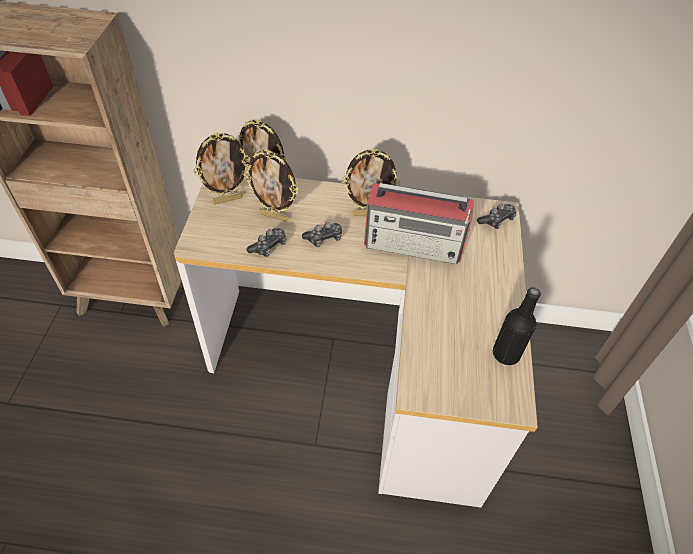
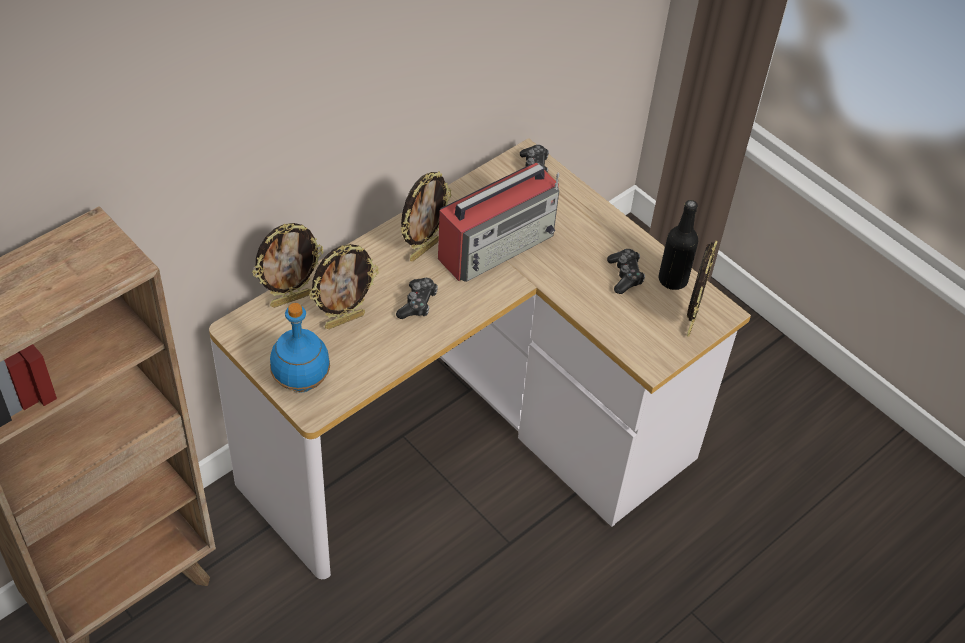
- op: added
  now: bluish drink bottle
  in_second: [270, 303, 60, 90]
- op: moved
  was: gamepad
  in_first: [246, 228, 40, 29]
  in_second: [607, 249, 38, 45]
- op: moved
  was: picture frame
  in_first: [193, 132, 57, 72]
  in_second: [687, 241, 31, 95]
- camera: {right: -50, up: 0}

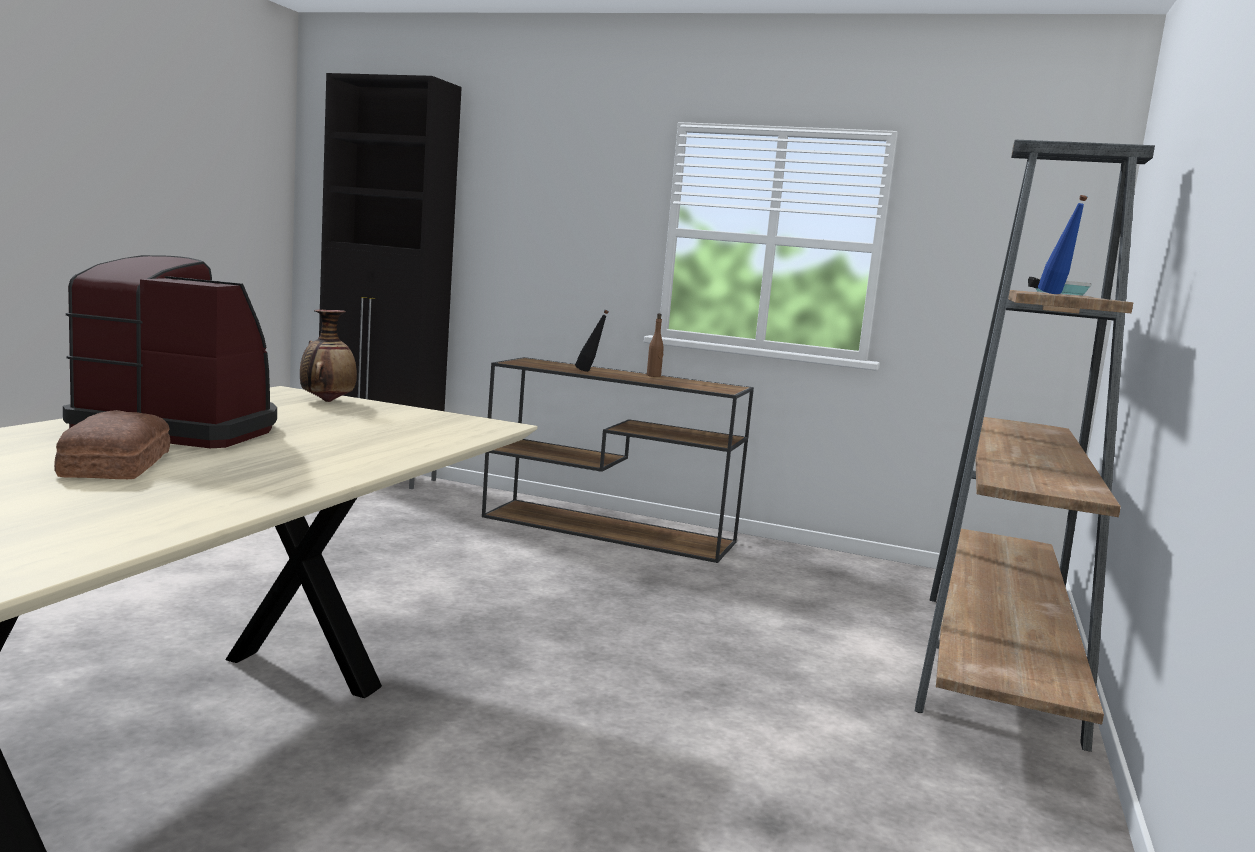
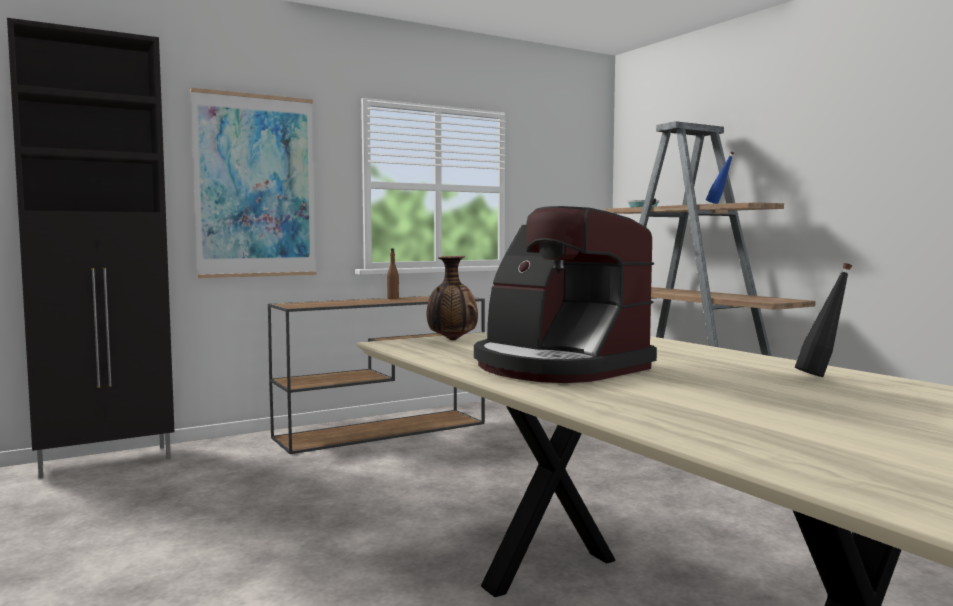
- op: added
  now: wall art
  in_second: [190, 88, 126, 190]
- op: turned
  was: coffee brewer
  in_first: [63, 255, 214, 193]
  in_second: [474, 206, 183, 177]
  clockwise: -90
- op: moved
  was: black drink bottle
  in_first: [575, 310, 34, 62]
  in_second: [795, 263, 57, 114]
- op: removed
  was: bakery bread
  in_first: [54, 410, 116, 69]
- camera: {right: -50, up: -5}

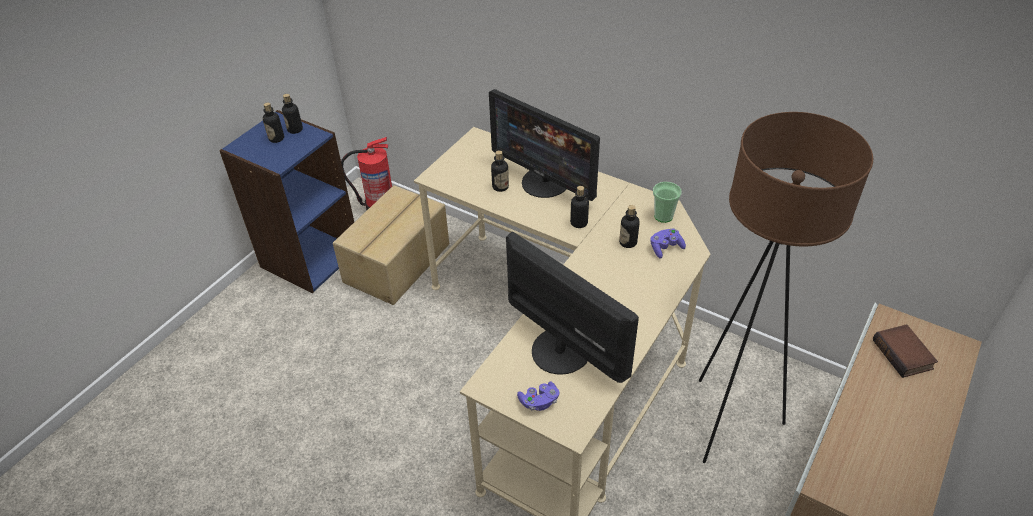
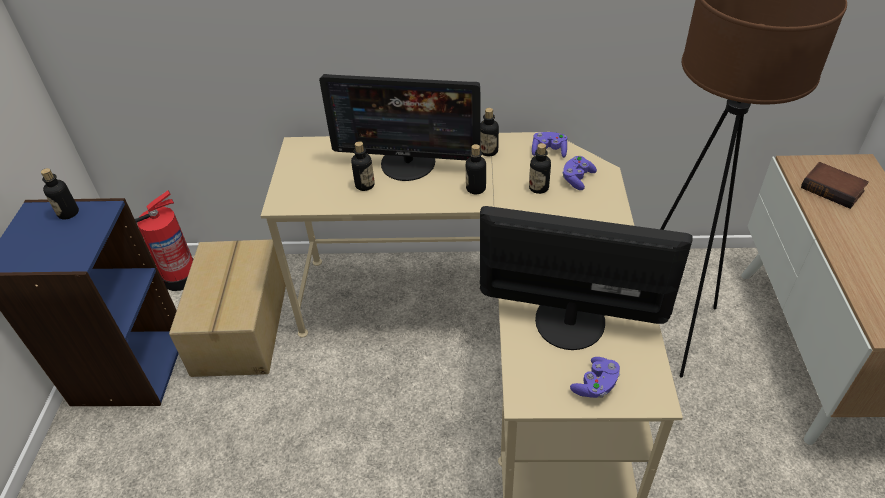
- op: moved
  was: drink bottle
  in_first: [263, 102, 21, 41]
  in_second: [480, 108, 19, 48]
- op: replaced
  was: small cup
  now: purple-coloured gamepad
  in_first: [653, 182, 29, 41]
  in_second: [532, 132, 35, 26]
- camera: {right: -30, up: 0}

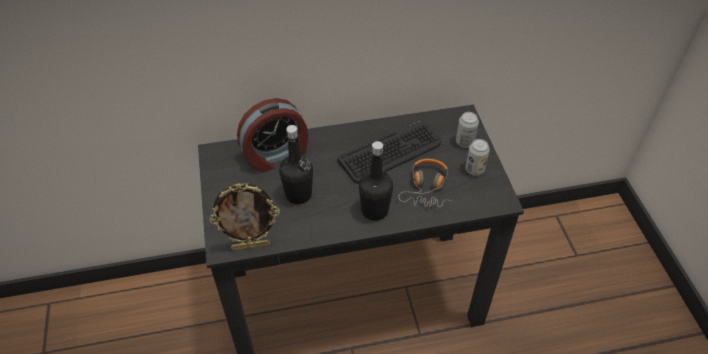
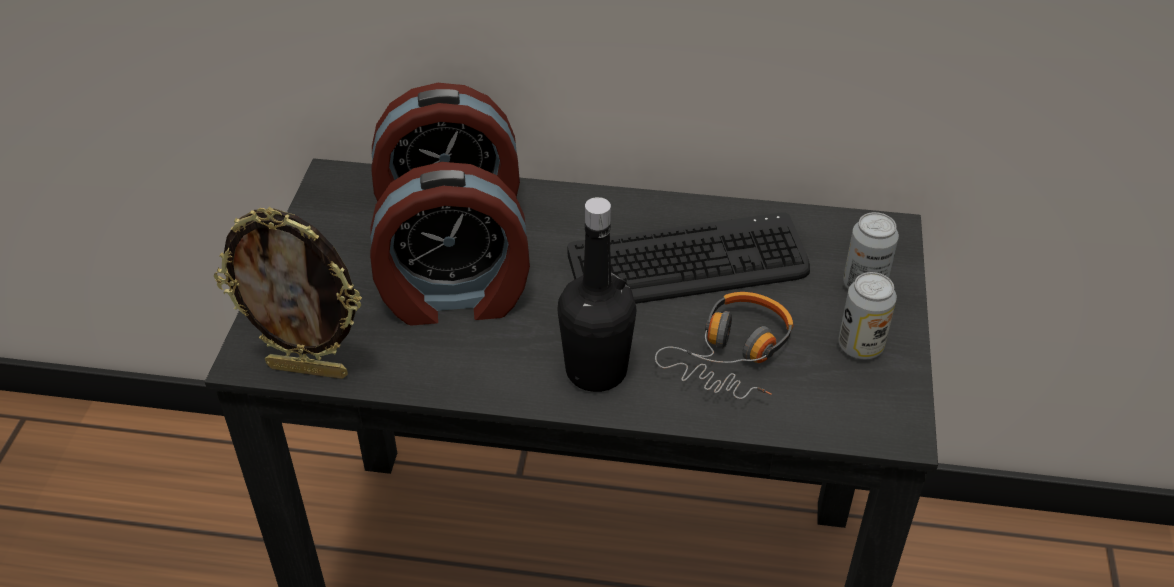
- op: replaced
  was: black drink bottle
  now: table clock
  in_first: [279, 125, 34, 79]
  in_second: [370, 162, 160, 164]
- camera: {right: 20, up: -5}

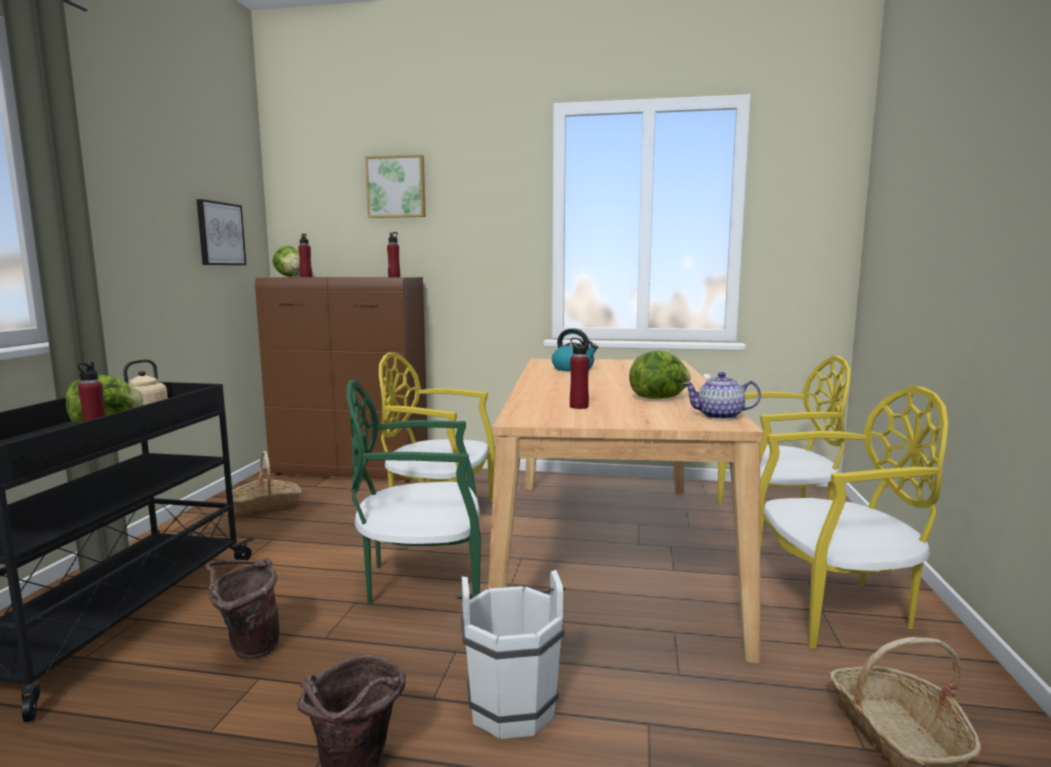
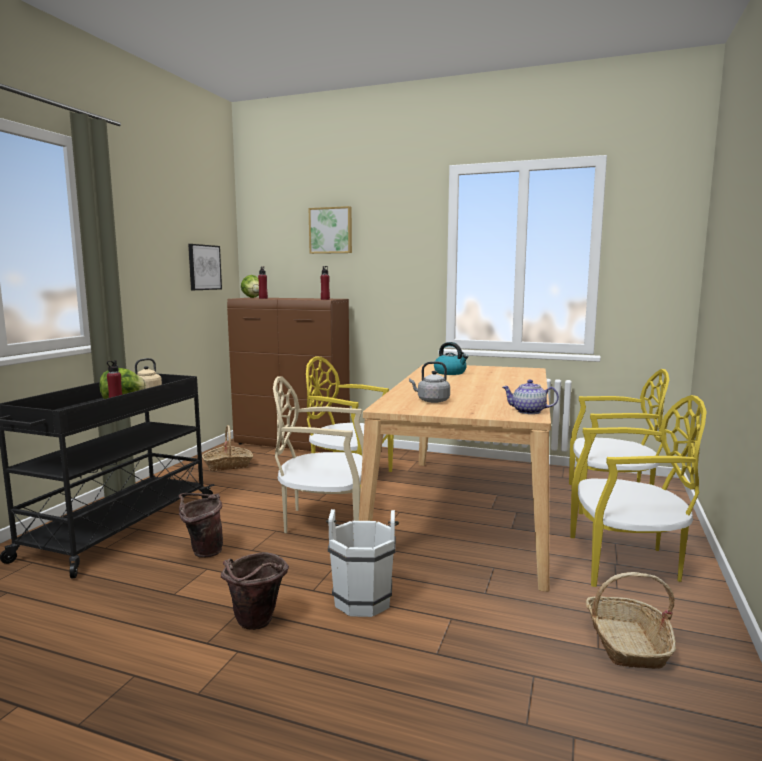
- op: recoloured
  was: green upright chair
  now: beige upright chair
  in_first: [346, 380, 135, 225]
  in_second: [273, 376, 91, 157]
- op: replaced
  was: reddish drink bottle
  now: gray tea kettle
  in_first: [570, 338, 19, 71]
  in_second: [409, 361, 41, 42]
- op: removed
  was: lettuce
  in_first: [629, 350, 61, 49]
- camera: {right: 10, up: 0}

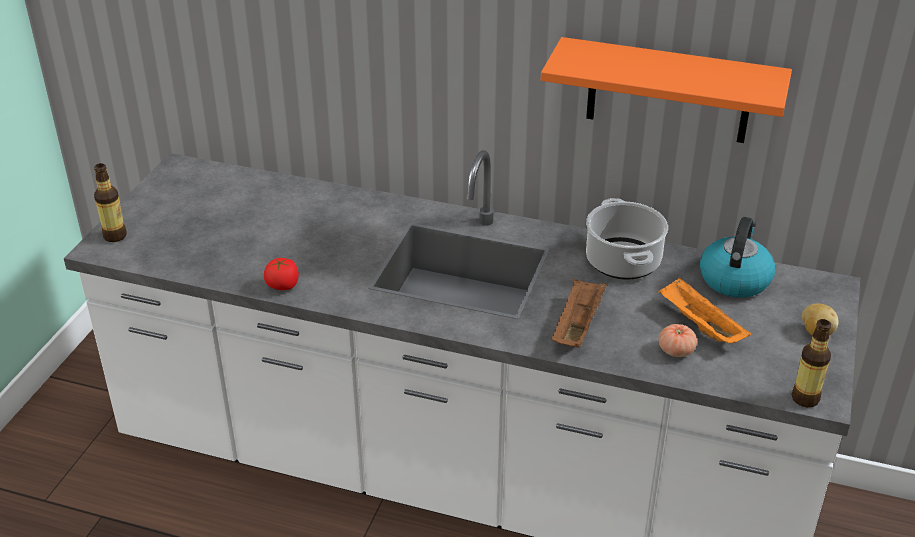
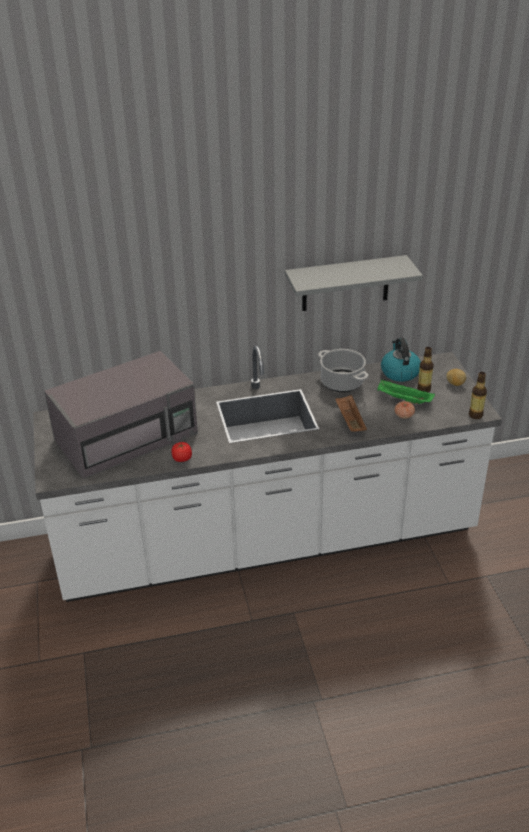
- op: added
  now: gray microwave oven
  in_second: [44, 351, 154, 128]
- op: recoloured
  was: orangey shelf
  now: gray shelf
  in_first: [541, 37, 251, 106]
  in_second: [285, 255, 138, 56]
- op: recoloured
  was: orangey tray
  now: green tray
  in_first: [658, 278, 93, 66]
  in_second: [378, 380, 57, 24]
- op: moved
  was: drink bottle
  in_first: [94, 163, 33, 79]
  in_second: [417, 347, 17, 45]
- camera: {right: -30, up: 0}

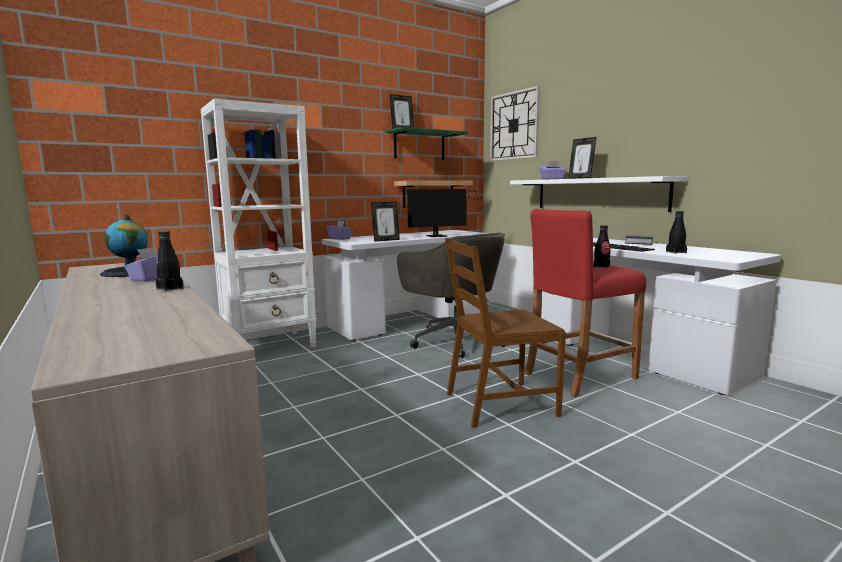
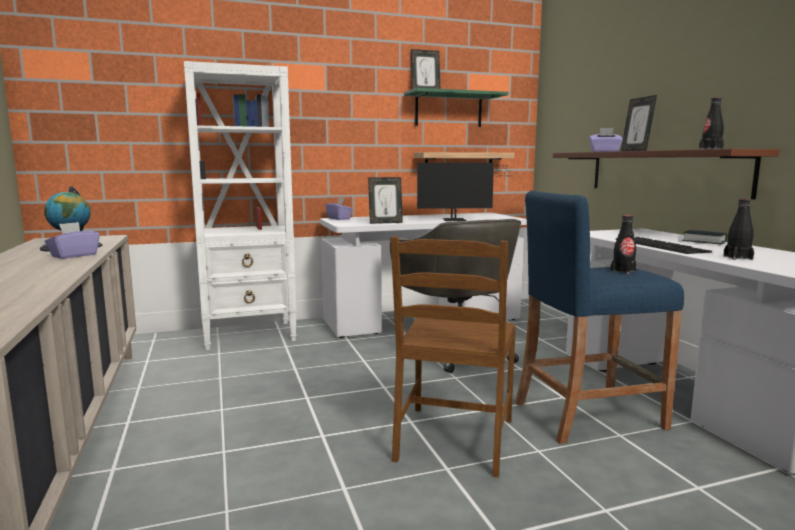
- op: turned
  was: brownish upright chair
  in_first: [445, 238, 121, 190]
  in_second: [390, 236, 126, 242]
  clockwise: -75
- op: recoloured
  was: reddish sitting stool
  now: bluish sitting stool
  in_first: [525, 209, 121, 188]
  in_second: [515, 190, 169, 254]
- op: recoloured
  was: whitish shelf
  now: brownish shelf
  in_first: [510, 176, 177, 36]
  in_second: [553, 149, 227, 50]
- op: moved
  was: black drink bottle
  in_first: [156, 231, 28, 61]
  in_second: [699, 98, 25, 51]
- op: removed
  was: wall clock
  in_first: [490, 86, 50, 75]
- camera: {right: 15, up: 0}

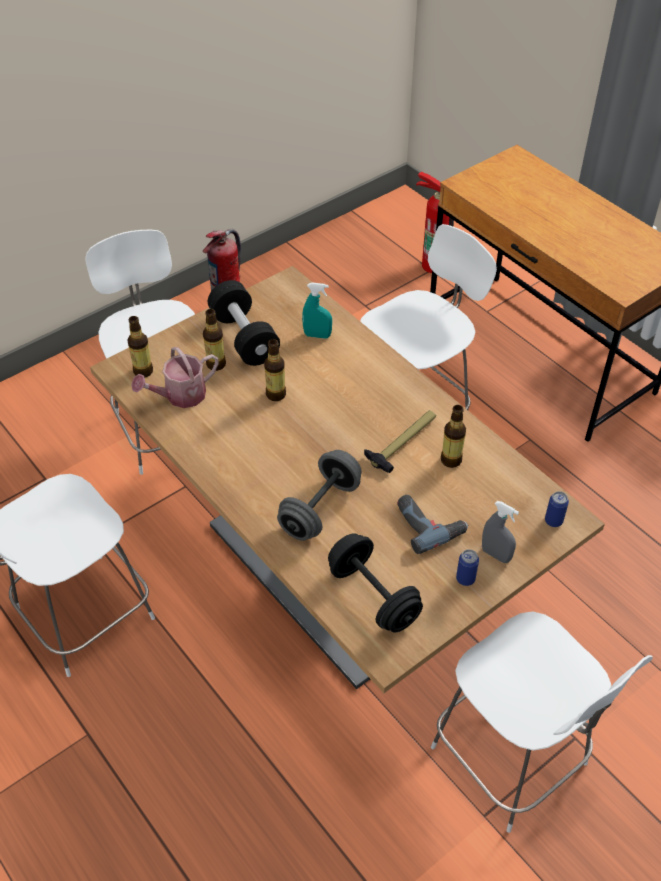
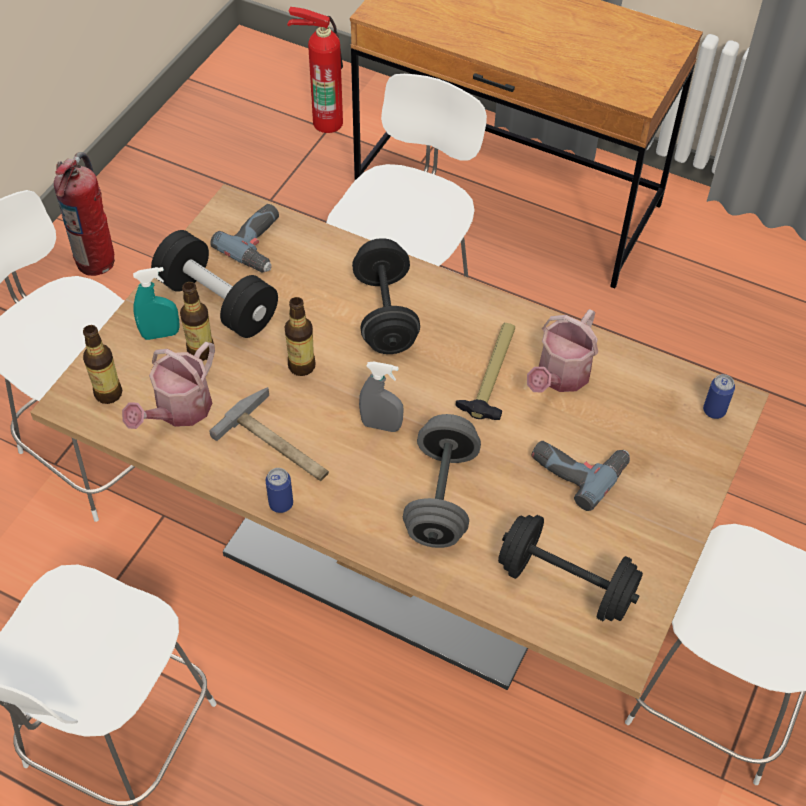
- op: moved
  was: turquoise hand sprayer
  in_first: [302, 282, 30, 57]
  in_second: [133, 267, 47, 73]
- op: added
  now: hand hammer
  in_second: [209, 387, 120, 94]
- op: added
  now: drill
  in_second: [210, 204, 69, 69]
- op: moved
  was: sealed can
  in_first: [456, 549, 23, 37]
  in_second: [266, 468, 27, 45]
- op: added
  now: black free weight
  in_second: [352, 238, 68, 116]
- op: moved
  was: gray hand sprayer
  in_first: [482, 501, 37, 62]
  in_second: [359, 361, 45, 71]
- op: replaced
  was: drink bottle
  now: sprinkling can
  in_first: [441, 405, 25, 63]
  in_second: [527, 309, 71, 83]
- camera: {right: -25, up: 5}

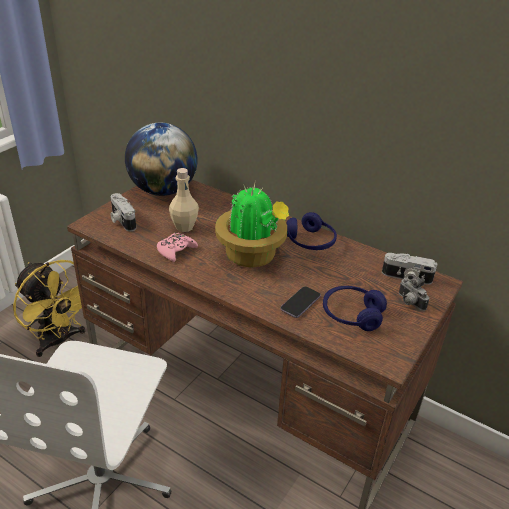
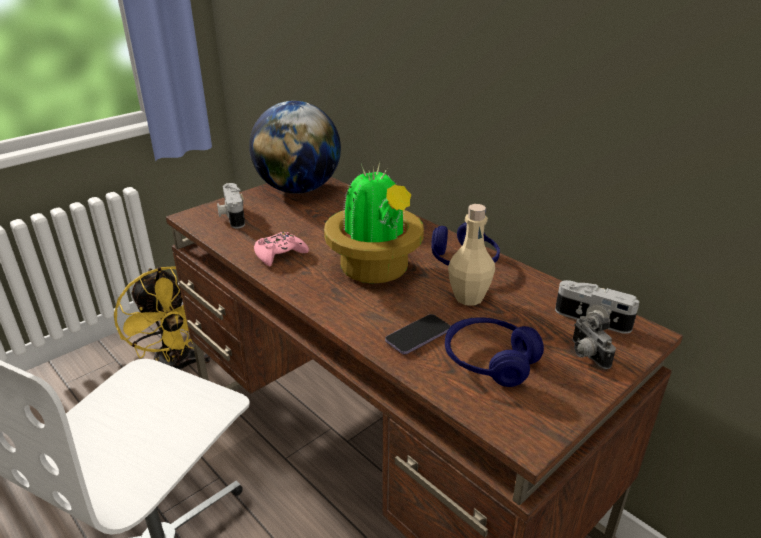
- op: moved
  was: beige drink bottle
  in_first: [169, 168, 30, 64]
  in_second: [448, 204, 47, 102]
- camera: {right: 15, up: -5}

